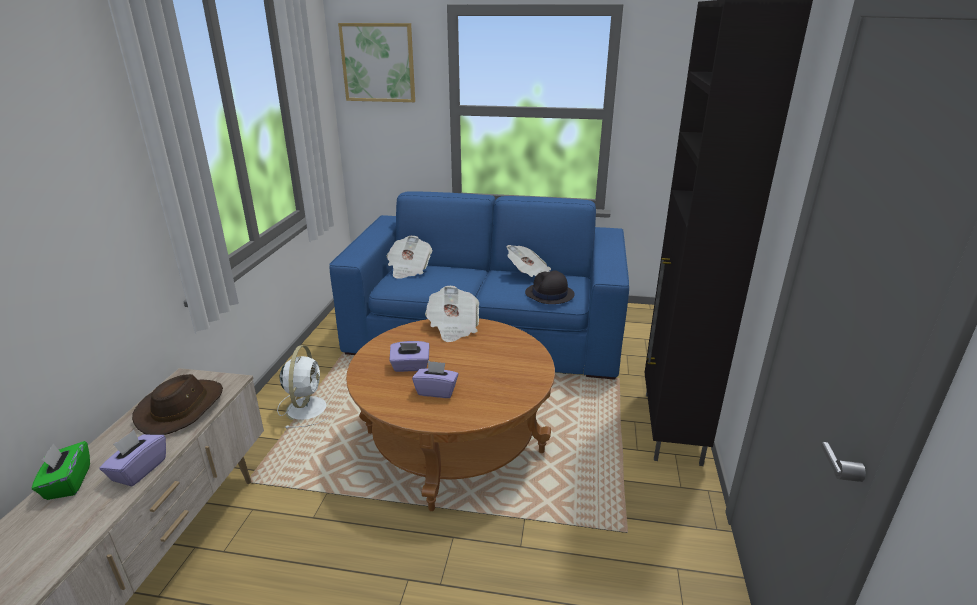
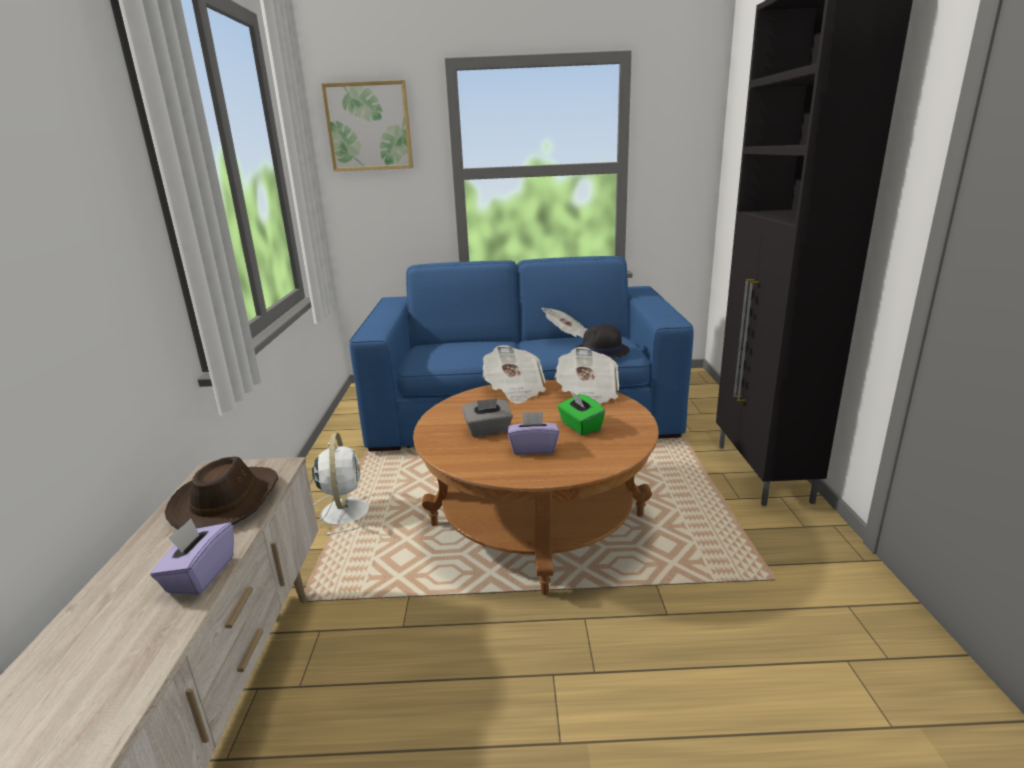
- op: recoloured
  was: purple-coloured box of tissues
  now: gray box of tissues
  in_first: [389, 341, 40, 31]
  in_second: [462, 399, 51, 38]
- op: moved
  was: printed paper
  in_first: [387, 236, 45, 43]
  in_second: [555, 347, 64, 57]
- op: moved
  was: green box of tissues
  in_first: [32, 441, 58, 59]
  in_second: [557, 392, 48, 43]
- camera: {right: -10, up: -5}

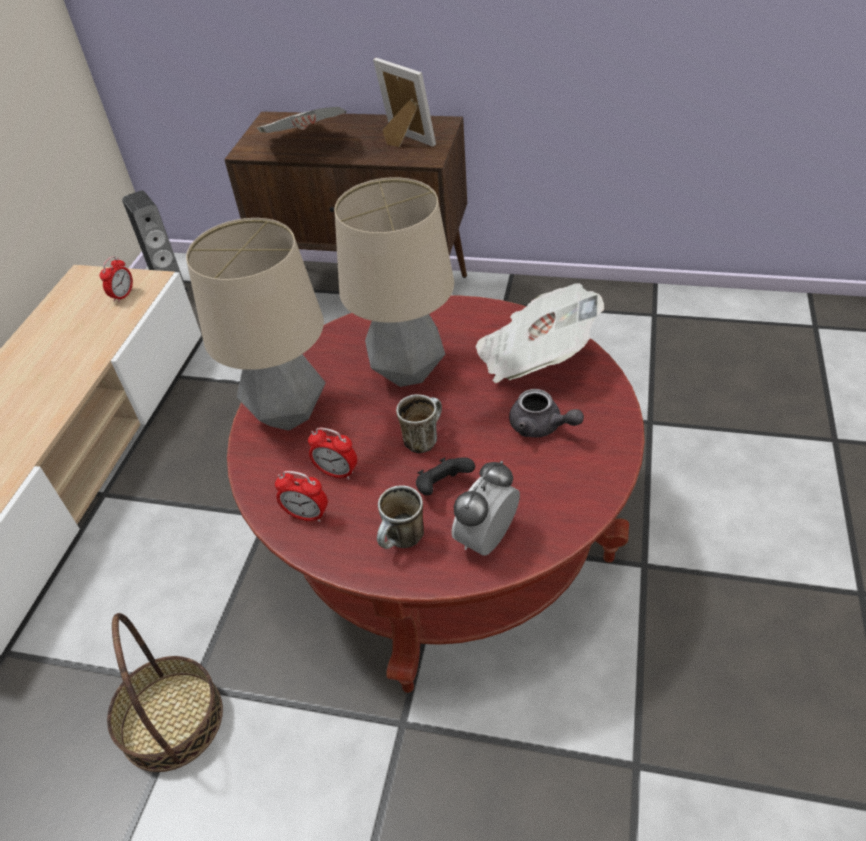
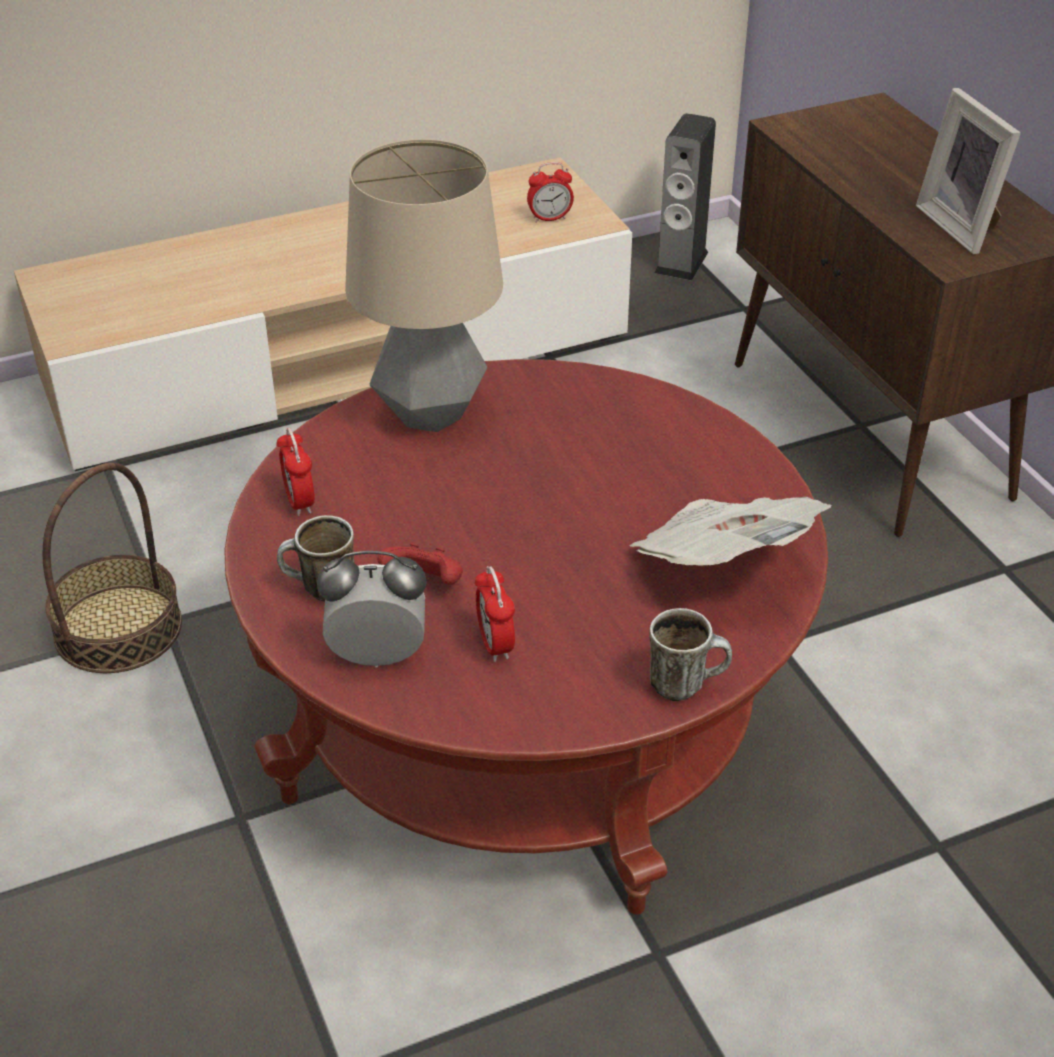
- op: recoloured
  was: black gamepad
  now: reddish gamepad
  in_first: [416, 457, 59, 38]
  in_second: [377, 543, 86, 42]
- op: moved
  was: table clock
  in_first: [308, 427, 49, 52]
  in_second: [475, 566, 40, 96]
- op: moved
  was: mug
  in_first: [396, 394, 46, 59]
  in_second: [649, 608, 83, 93]
- op: turned
  was: picture frame
  in_first: [373, 58, 63, 89]
  in_second: [916, 88, 105, 166]
  clockwise: 150
- op: removed
  was: printed paper
  in_first: [256, 107, 91, 26]
- op: removed
  was: lamp for a table
  in_first: [334, 177, 120, 210]
- op: removed
  was: gray teapot
  in_first: [509, 389, 75, 48]
- camera: {right: 50, up: -5}

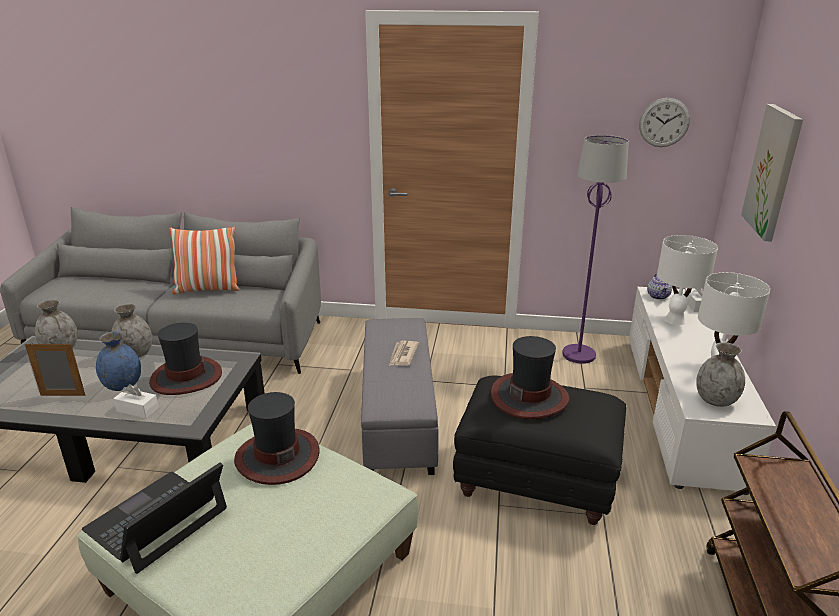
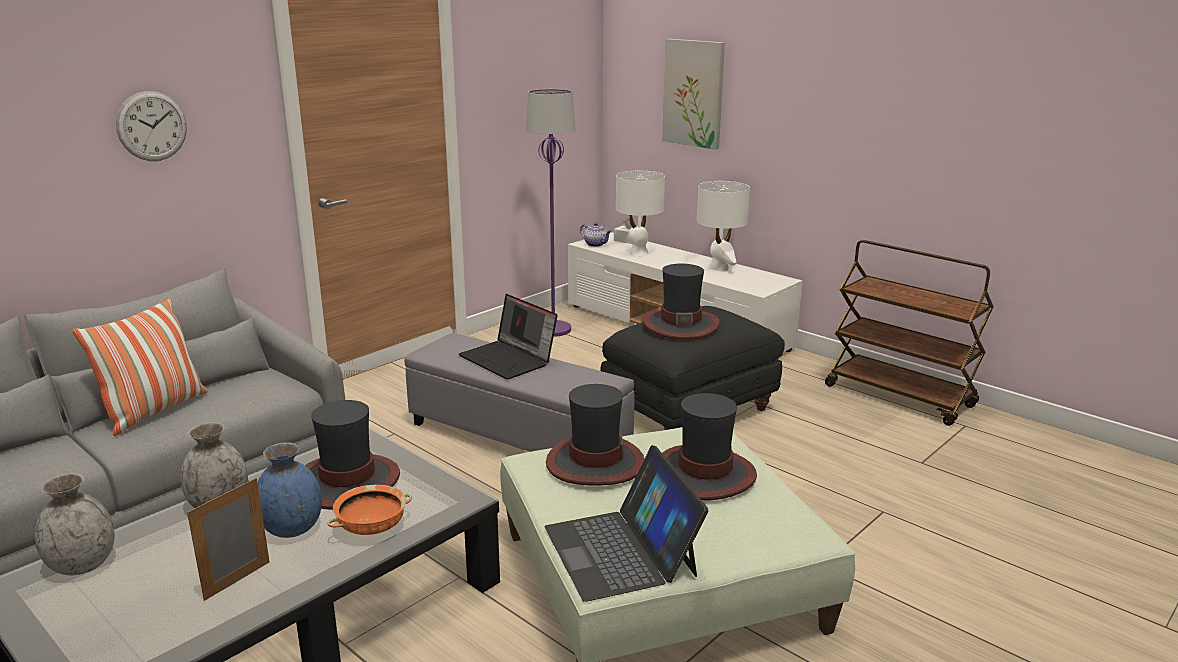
- op: moved
  was: wall clock
  in_first: [639, 98, 51, 49]
  in_second: [116, 91, 71, 70]
- op: replaced
  was: whitish box of tissues
  now: orangey bowl
  in_first: [113, 384, 46, 34]
  in_second: [327, 485, 85, 50]
- op: replaced
  was: printed paper
  now: laptop
  in_first: [389, 341, 30, 25]
  in_second: [459, 294, 99, 86]
- op: added
  now: hat
  in_second: [662, 393, 95, 107]
- op: removed
  was: gray flower vase
  in_first: [696, 342, 49, 65]
- camera: {right: -55, up: -5}

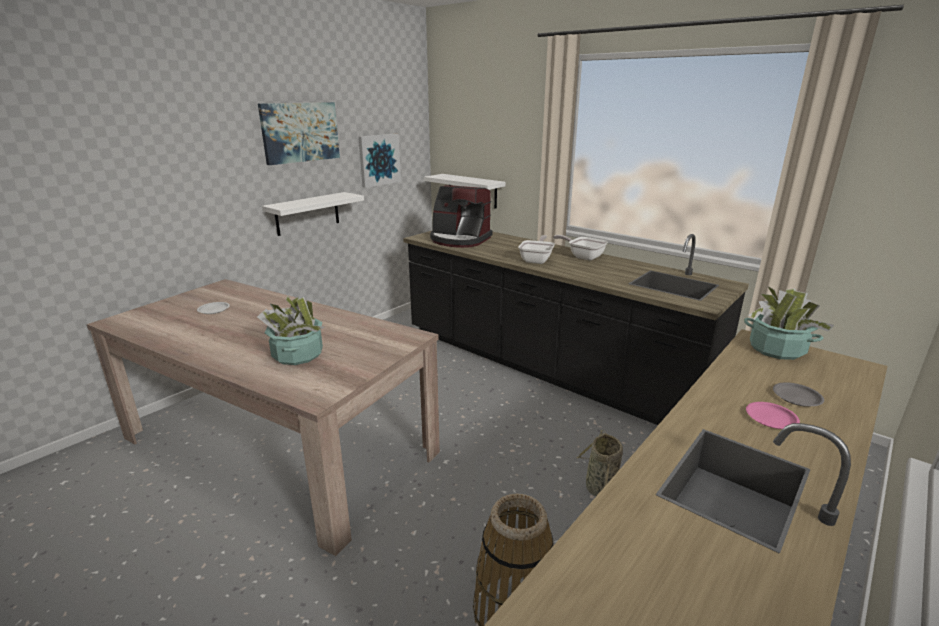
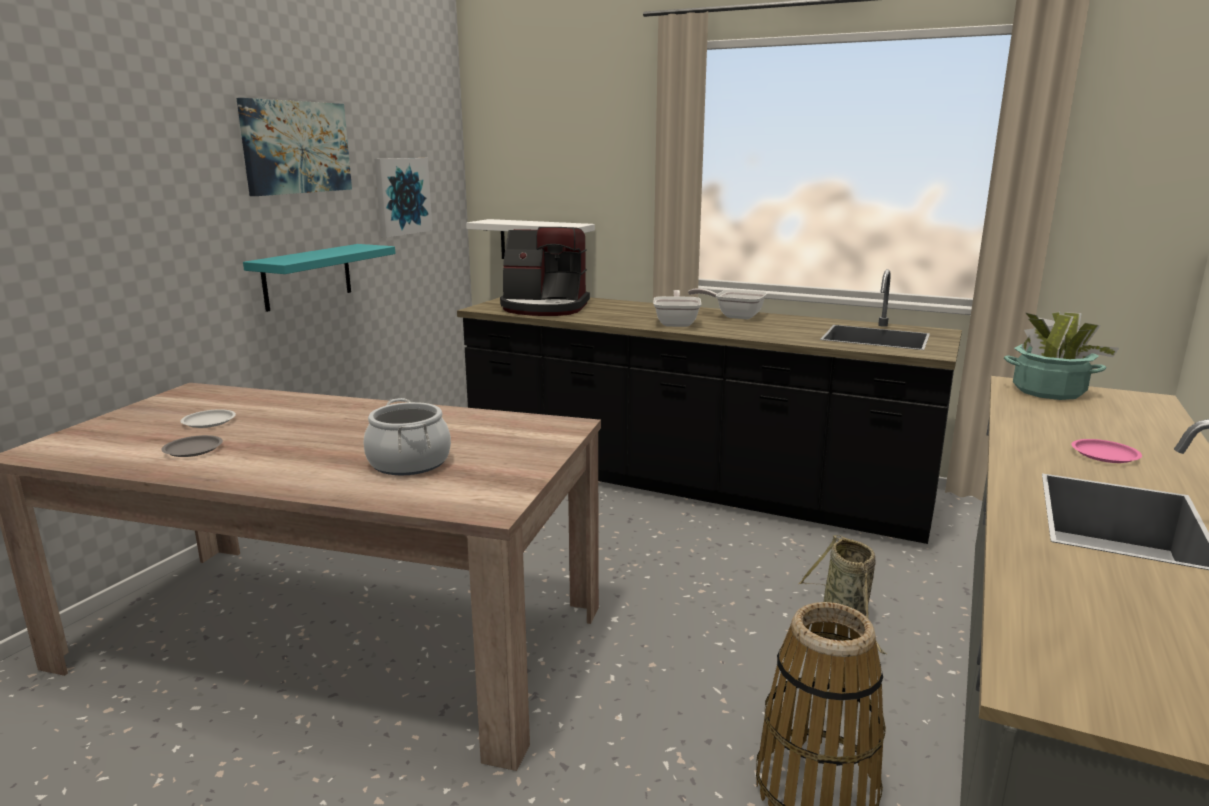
- op: moved
  was: gray dinner plate
  in_first: [773, 382, 51, 25]
  in_second: [161, 435, 62, 22]
- op: recoloured
  was: whitish shelf
  now: turquoise shelf
  in_first: [262, 192, 102, 44]
  in_second: [243, 244, 153, 68]
- op: replaced
  was: plant in a pot
  now: stockpot
  in_first: [257, 295, 67, 70]
  in_second: [364, 398, 87, 77]
- camera: {right: -15, up: -5}

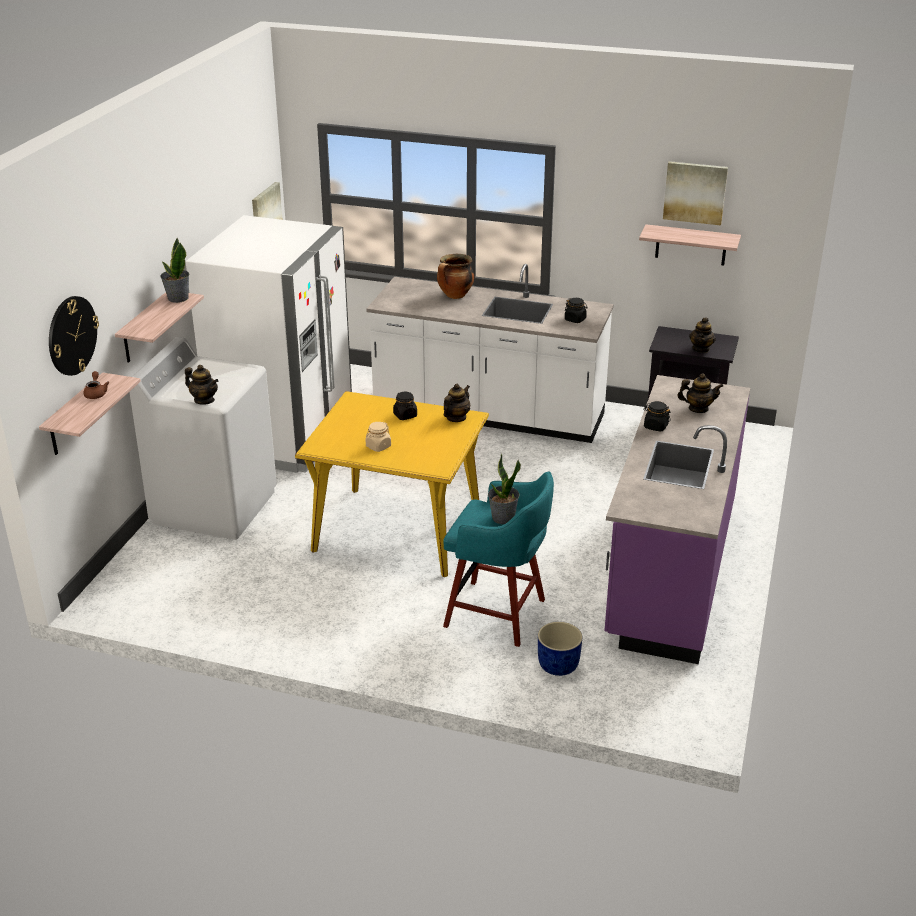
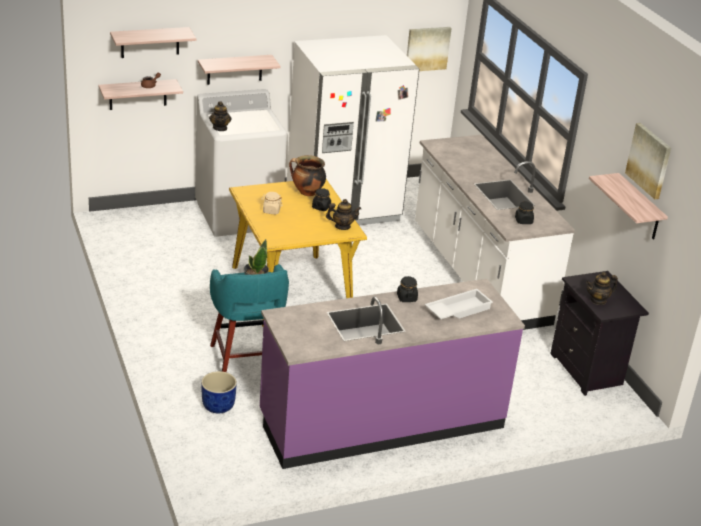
- op: replaced
  was: wall clock
  now: shelf
  in_first: [49, 296, 50, 80]
  in_second: [110, 27, 87, 31]
- op: moved
  was: stockpot
  in_first: [437, 254, 37, 45]
  in_second: [289, 155, 37, 41]
- op: replaced
  was: teapot
  now: whitish tray
  in_first: [677, 373, 46, 40]
  in_second: [425, 289, 68, 30]
- op: removed
  was: plant in a pot
  in_first: [160, 238, 29, 65]
- camera: {right: 50, up: 0}

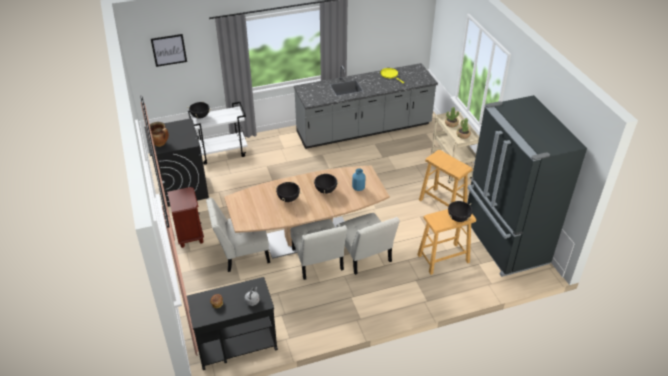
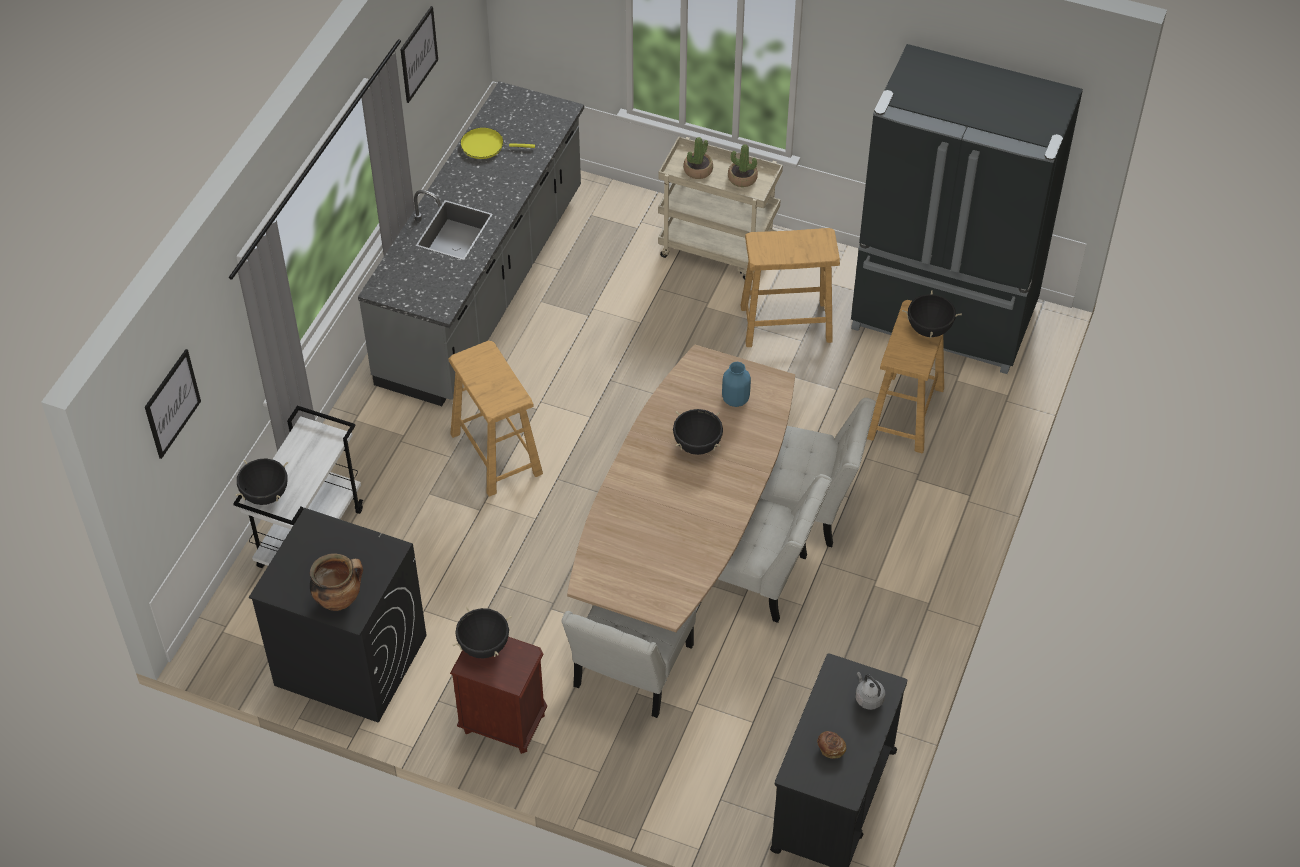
- op: added
  now: wall art
  in_second: [400, 6, 38, 97]
- op: added
  now: beige sitting stool
  in_second: [449, 341, 94, 156]
- op: moved
  was: black stockpot
  in_first: [275, 181, 25, 21]
  in_second: [453, 607, 59, 52]
- camera: {right: -50, up: 10}

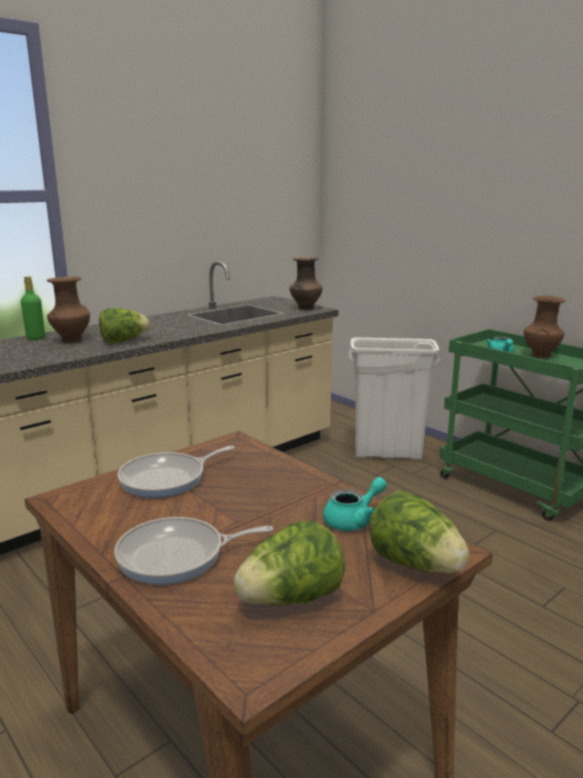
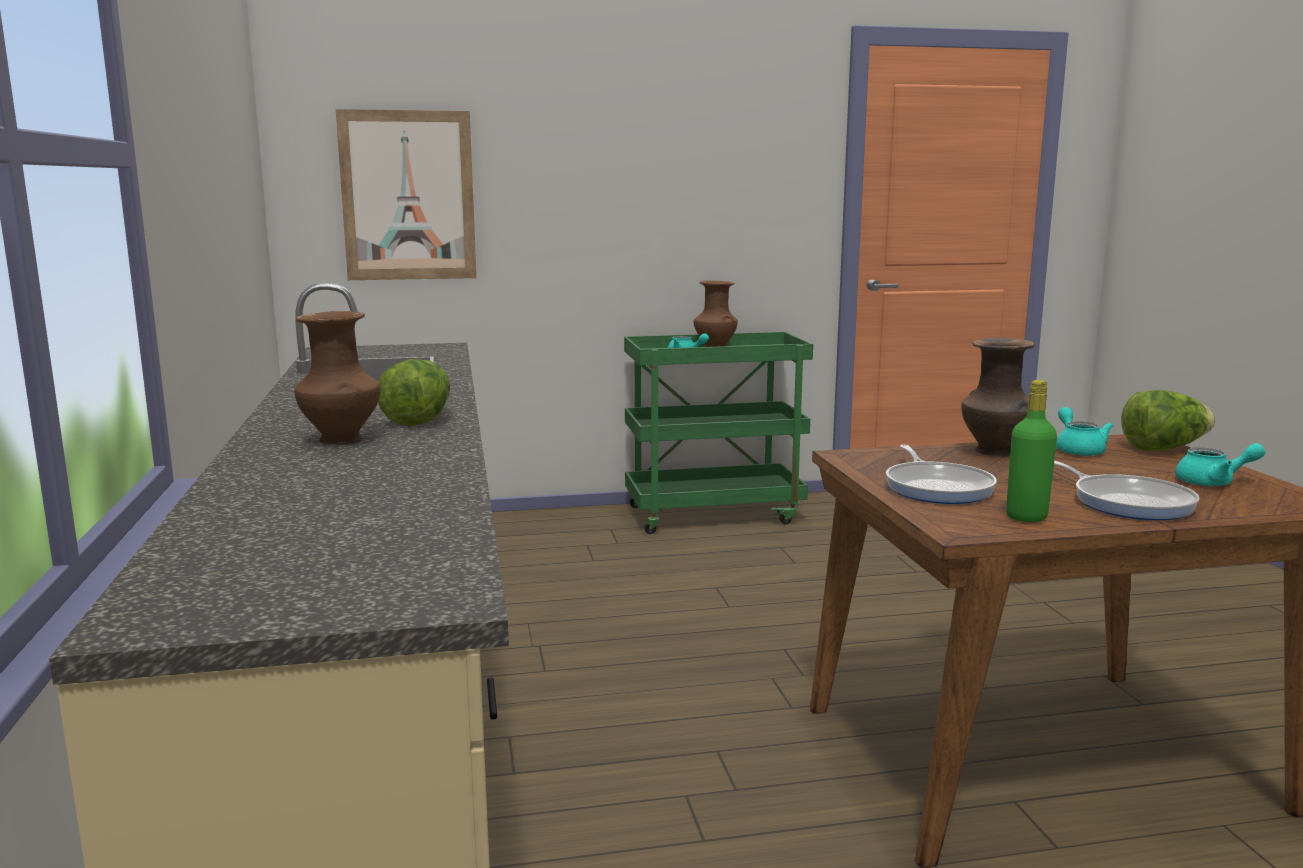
- op: added
  now: wall art
  in_second: [336, 109, 141, 171]
- op: moved
  was: brownish flower vase
  in_first: [290, 257, 32, 53]
  in_second: [961, 338, 74, 119]
- op: moved
  was: green drink bottle
  in_first: [21, 276, 24, 64]
  in_second: [1006, 380, 51, 142]
- op: turned
  was: pan
  in_first: [114, 517, 159, 68]
  in_second: [1054, 460, 146, 60]
  clockwise: -45
- op: replaced
  was: lettuce
  now: turquoise teapot
  in_first: [234, 521, 111, 84]
  in_second: [1175, 443, 90, 43]
- op: removed
  was: whitish trash can
  in_first: [349, 338, 91, 121]
- camera: {right: -60, up: -5}

